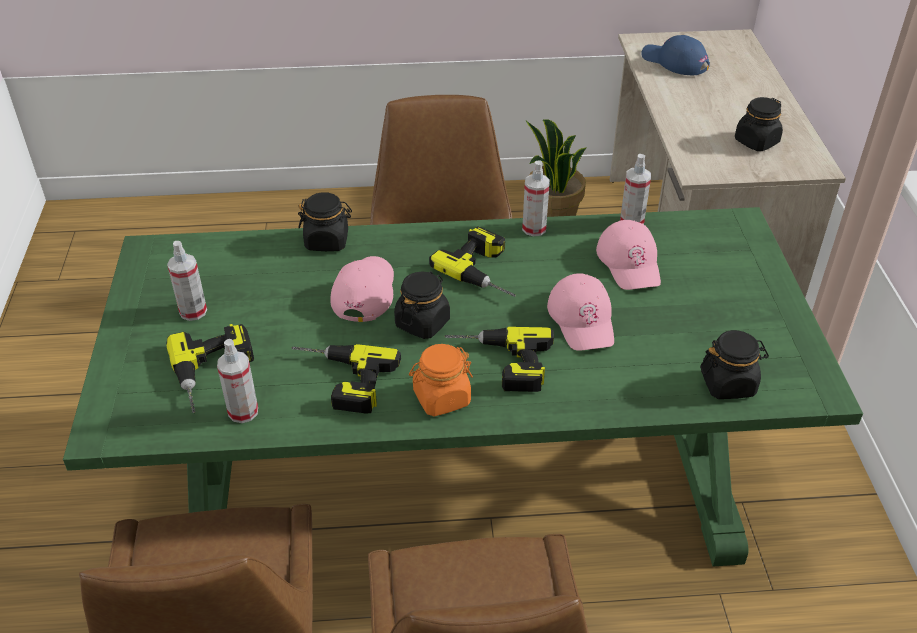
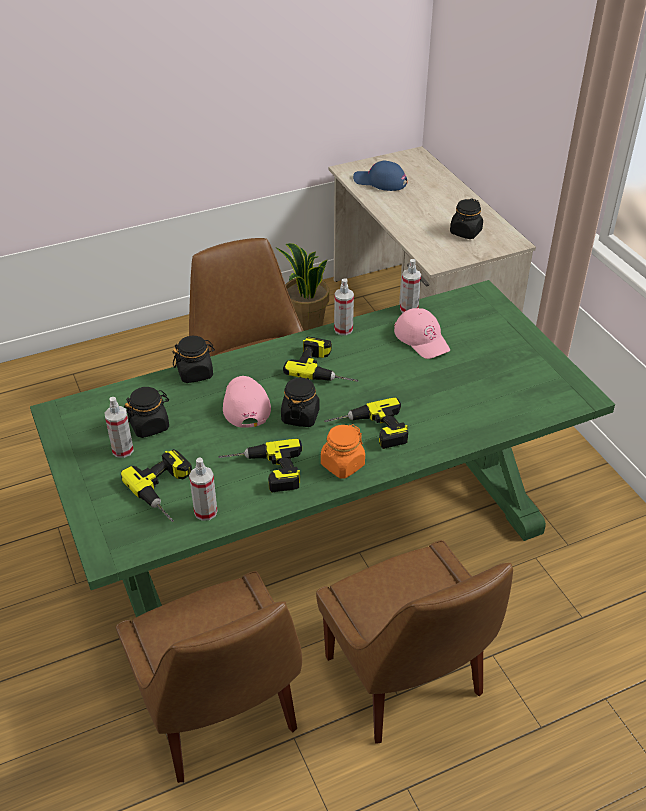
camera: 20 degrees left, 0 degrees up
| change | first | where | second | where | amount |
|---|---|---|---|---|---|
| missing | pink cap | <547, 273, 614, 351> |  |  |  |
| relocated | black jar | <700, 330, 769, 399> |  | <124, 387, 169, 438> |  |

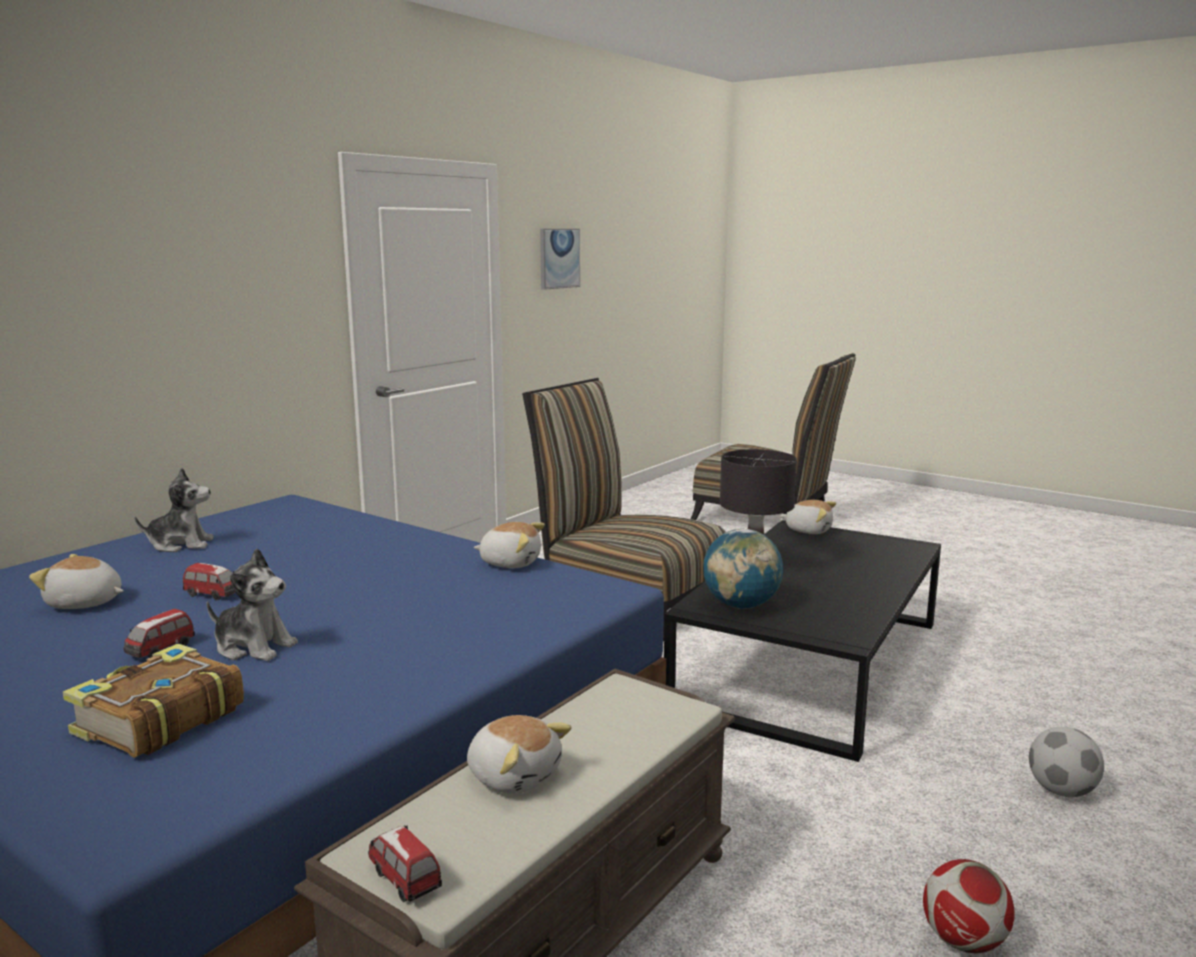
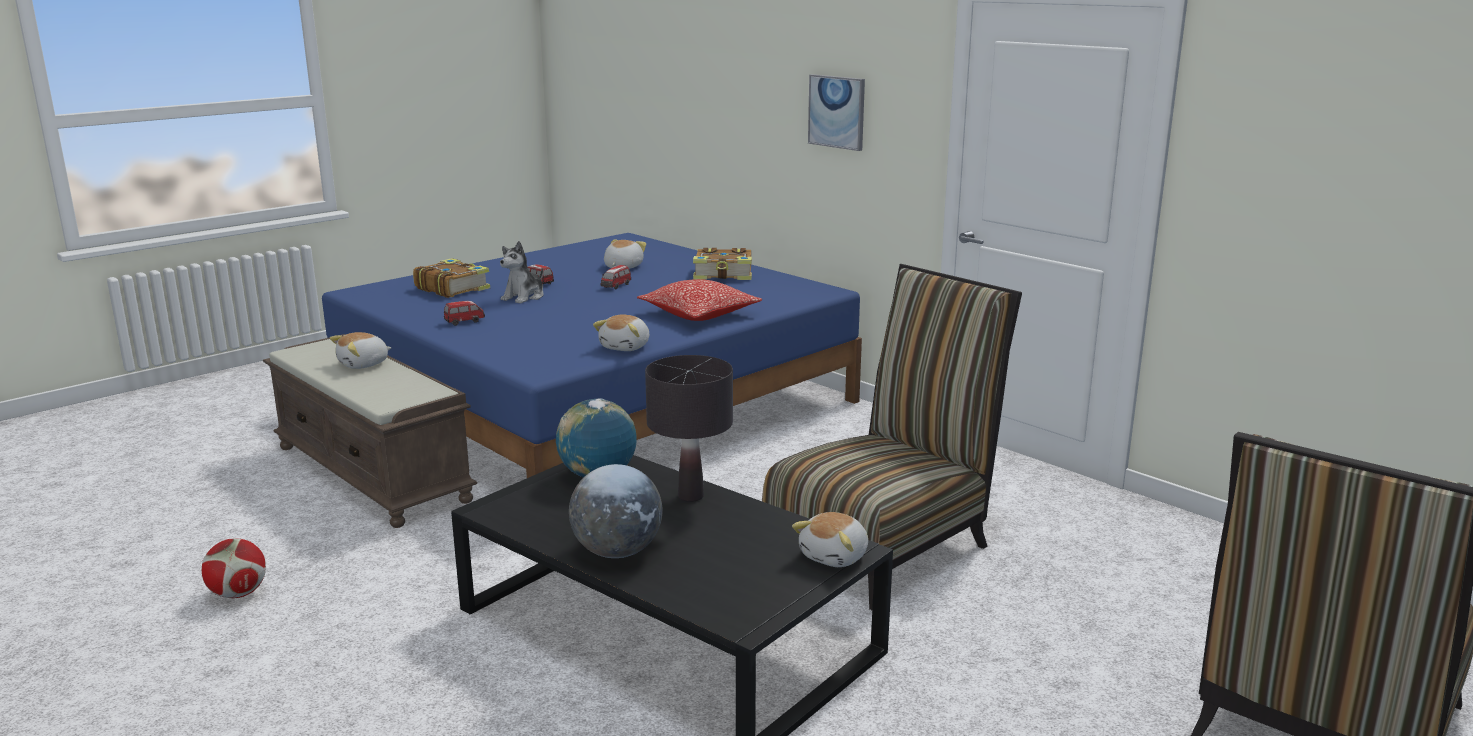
camera: 100 degrees right, 5 degrees up
| change | first | where | second | where | amount |
|---|---|---|---|---|---|
| missing | football | <1029, 727, 1104, 797> |  |  |  |
| appeared |  |  | globe | <569, 464, 663, 558> |  |
| appeared |  |  | pillow | <637, 279, 762, 321> |  |
| relocated | toy car | <368, 826, 442, 902> |  | <444, 301, 485, 326> |  |
| relocated | picture | <540, 229, 580, 290> |  | <808, 74, 865, 151> |  |
| exchanged | plush toy | <134, 468, 214, 552> | book | <693, 248, 752, 280> |  |

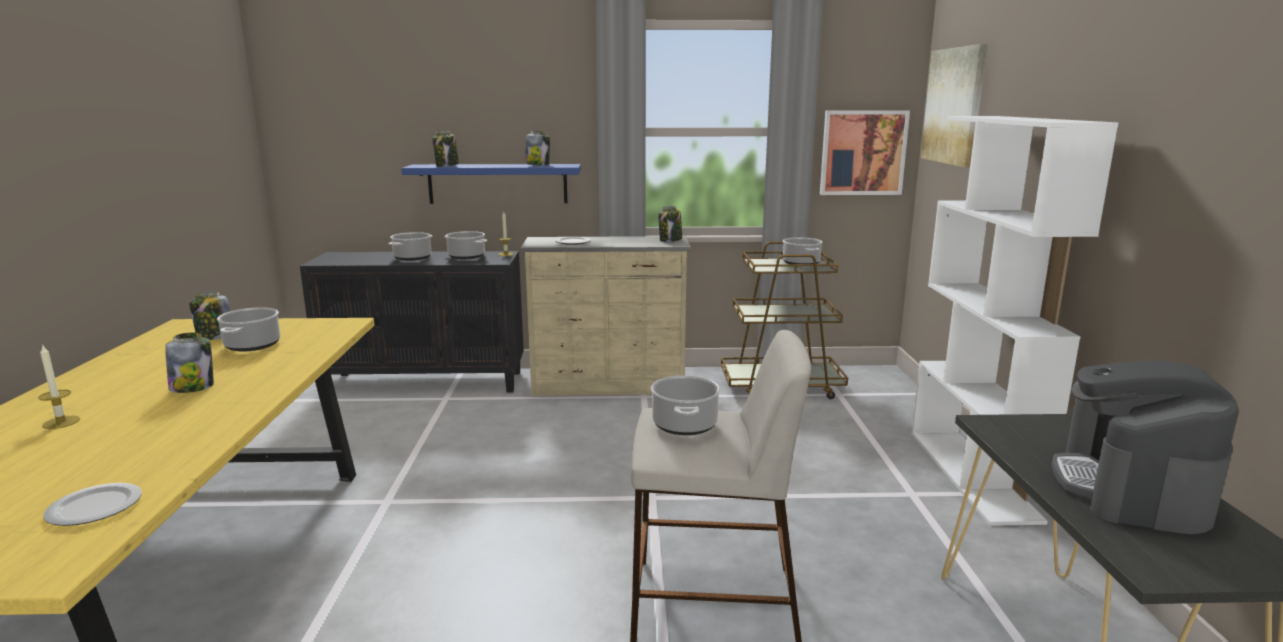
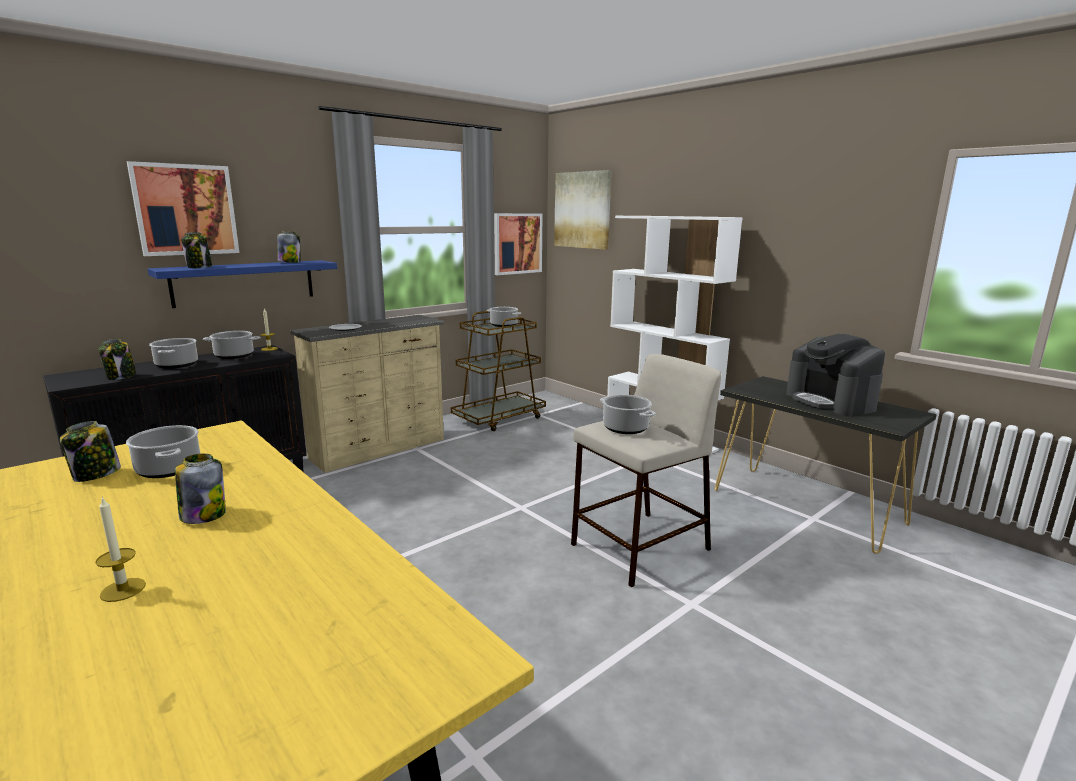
camera: 40 degrees left, 0 degrees up
| change | first | where | second | where | amount |
|---|---|---|---|---|---|
| missing | plate | <43, 483, 142, 526> |  |  |  |
| appeared |  |  | picture | <127, 161, 239, 256> |  |
| relocated | jar | <658, 206, 682, 242> |  | <99, 339, 136, 380> |  |

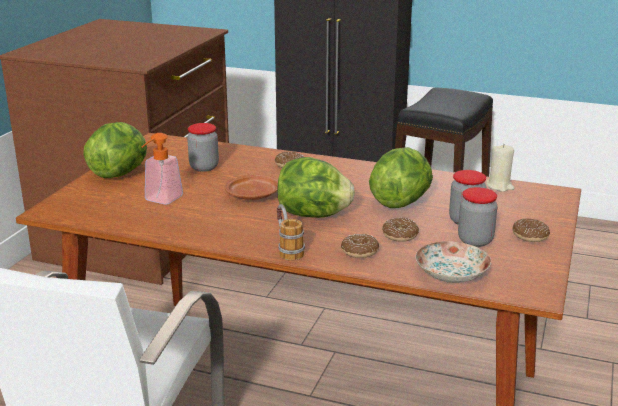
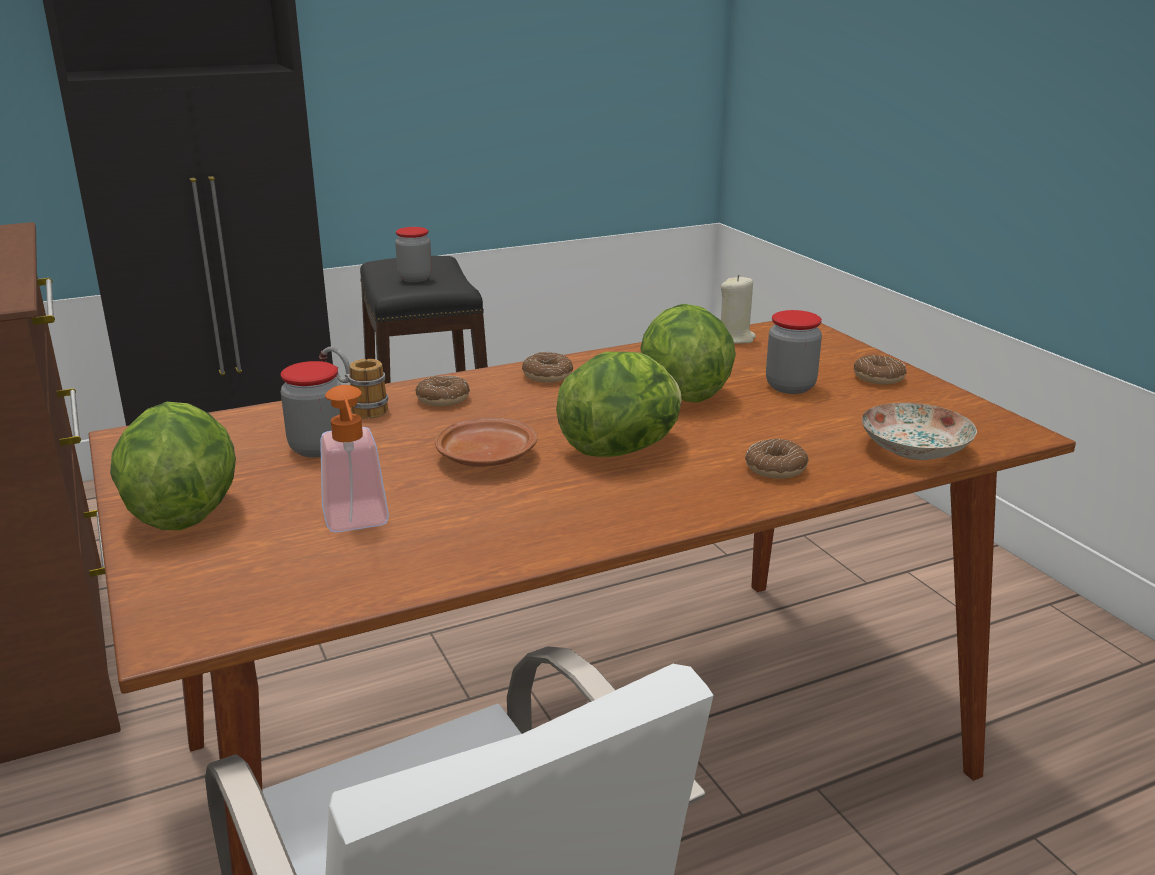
camera: 45 degrees left, 0 degrees up
| change | first | where | second | where | amount |
|---|---|---|---|---|---|
| relocated | mug | <276, 204, 305, 261> |  | <319, 347, 388, 419> |  |
| relocated | donut | <382, 218, 419, 242> |  | <522, 352, 573, 383> |  |
| relocated | jar | <458, 187, 498, 247> |  | <395, 227, 432, 282> |  |

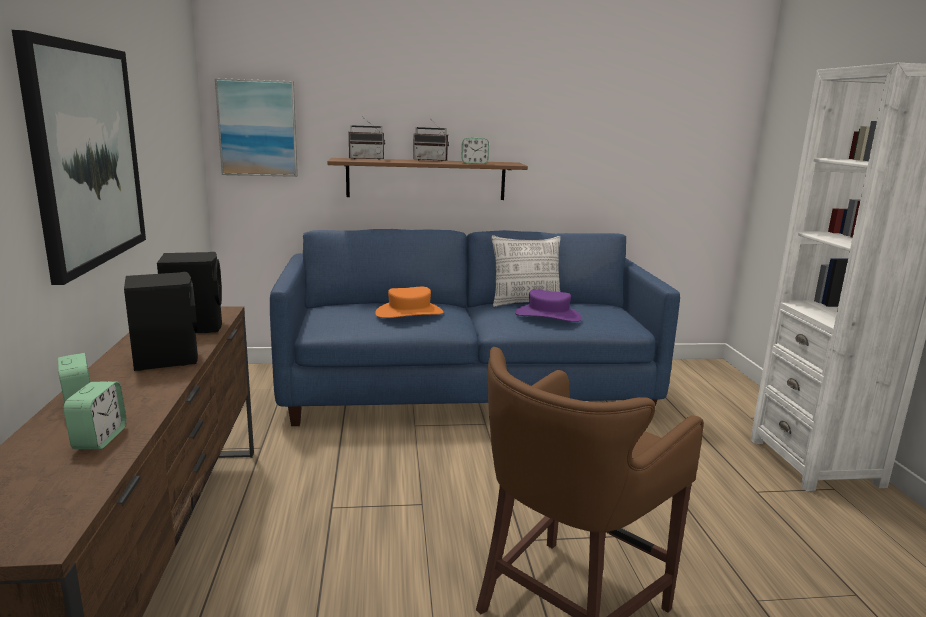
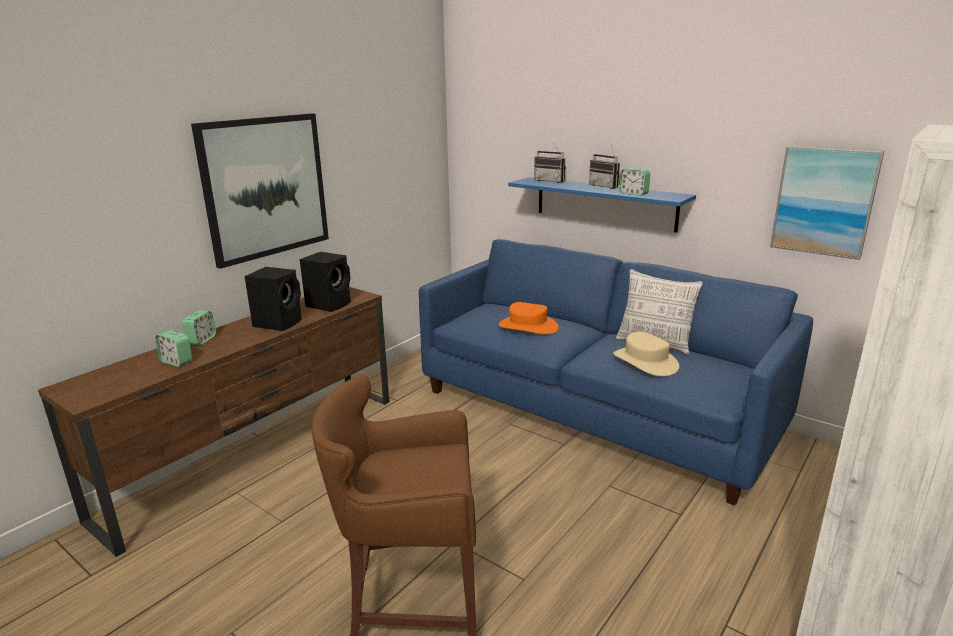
camera: 45 degrees right, 5 degrees up
| change | first | where | second | where | amount |
|---|---|---|---|---|---|
| relocated | picture | <215, 78, 298, 177> |  | <770, 145, 884, 260> |  |
| colour | brown shelf | <327, 158, 528, 200> | blue shelf | <508, 177, 696, 232> |  |
| colour | purple hat | <515, 289, 582, 322> | beige hat | <613, 332, 679, 376> |  |
| spun | alarm clock | <63, 381, 127, 449> |  | <155, 330, 192, 367> | 75 degrees clockwise |

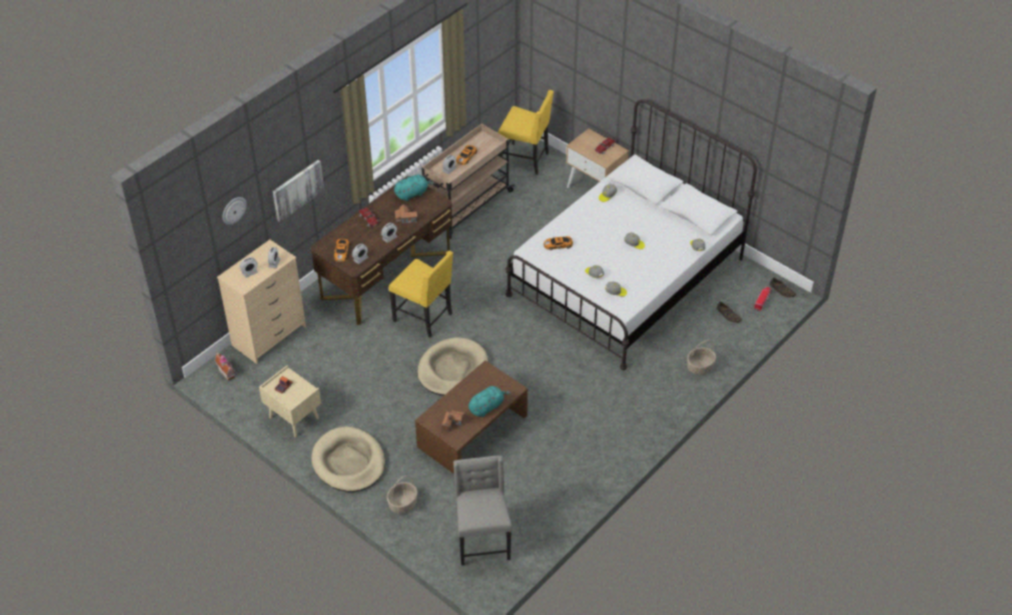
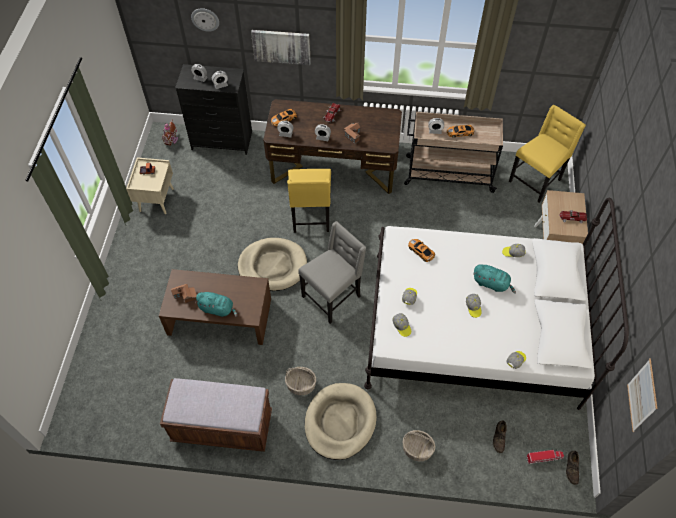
camera: 55 degrees right, 10 degrees up
| change | first | where | second | where | amount |
|---|---|---|---|---|---|
| appeared |  |  | brown bench | <160, 378, 272, 452> |  |
| appeared |  |  | picture | <627, 358, 657, 432> |  |
| relocated | beige dog bed | <311, 426, 385, 492> |  | <305, 383, 377, 460> |  |
| relocated | basket | <387, 475, 418, 514> |  | <285, 367, 316, 395> |  |
| relocated | turquoise plush toy | <394, 175, 435, 201> |  | <474, 264, 516, 294> |  |
| relocated | grey chair | <453, 455, 512, 566> |  | <298, 221, 366, 324> |  |
| colour | beige dresser | <217, 240, 306, 364> | black dresser | <175, 64, 252, 155> |  |
| spun | yellow chair | <498, 90, 554, 175> |  | <509, 105, 586, 203> | 120 degrees counterclockwise |

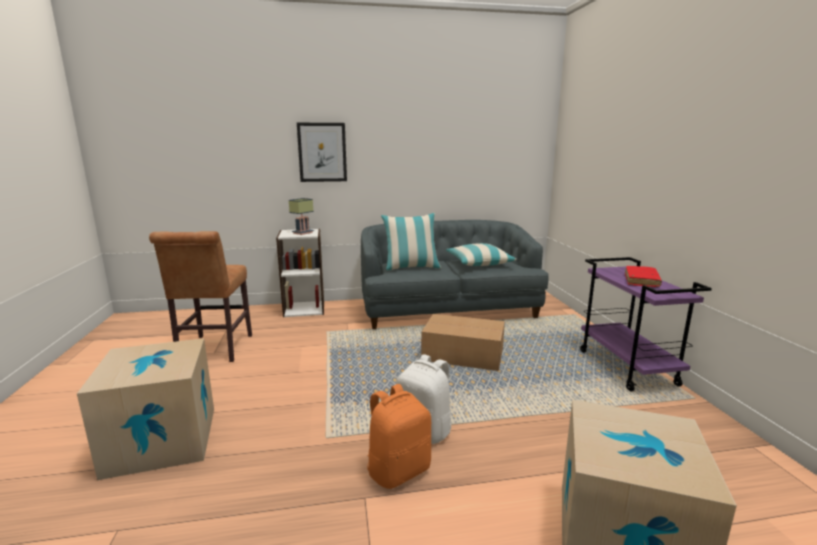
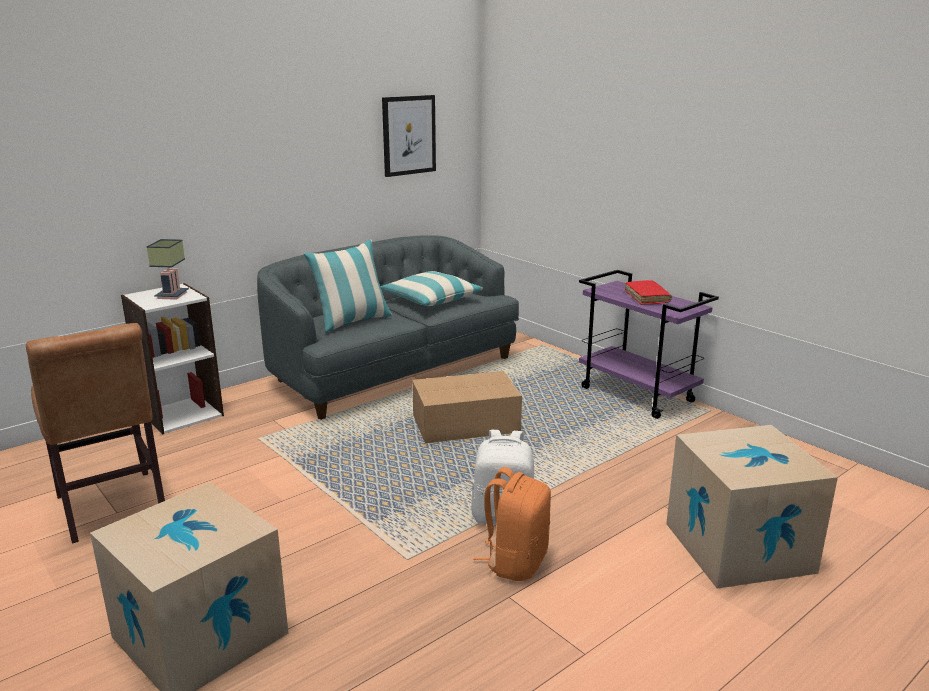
camera: 30 degrees left, 5 degrees up
| change | first | where | second | where | amount |
|---|---|---|---|---|---|
| relocated | picture | <297, 123, 347, 182> |  | <382, 95, 436, 177> |  |

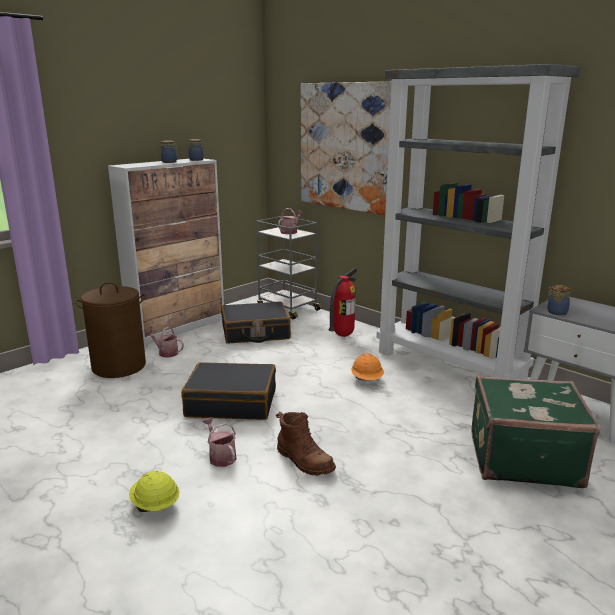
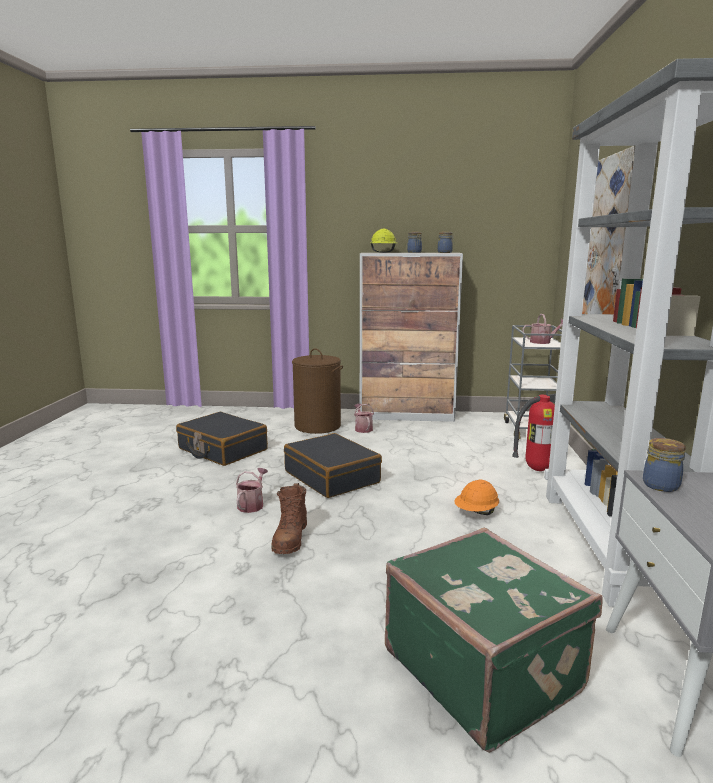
camera: 50 degrees right, 5 degrees down
| change | first | where | second | where | amount |
|---|---|---|---|---|---|
| relocated | yellow hard hat | <129, 471, 179, 512> |  | <371, 229, 397, 253> |  |
| relocated | black suitcase | <221, 301, 291, 344> |  | <176, 412, 268, 466> |  |

